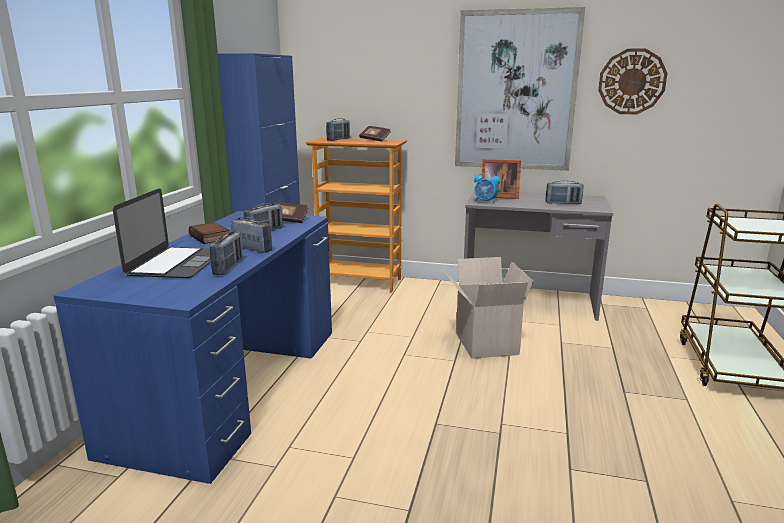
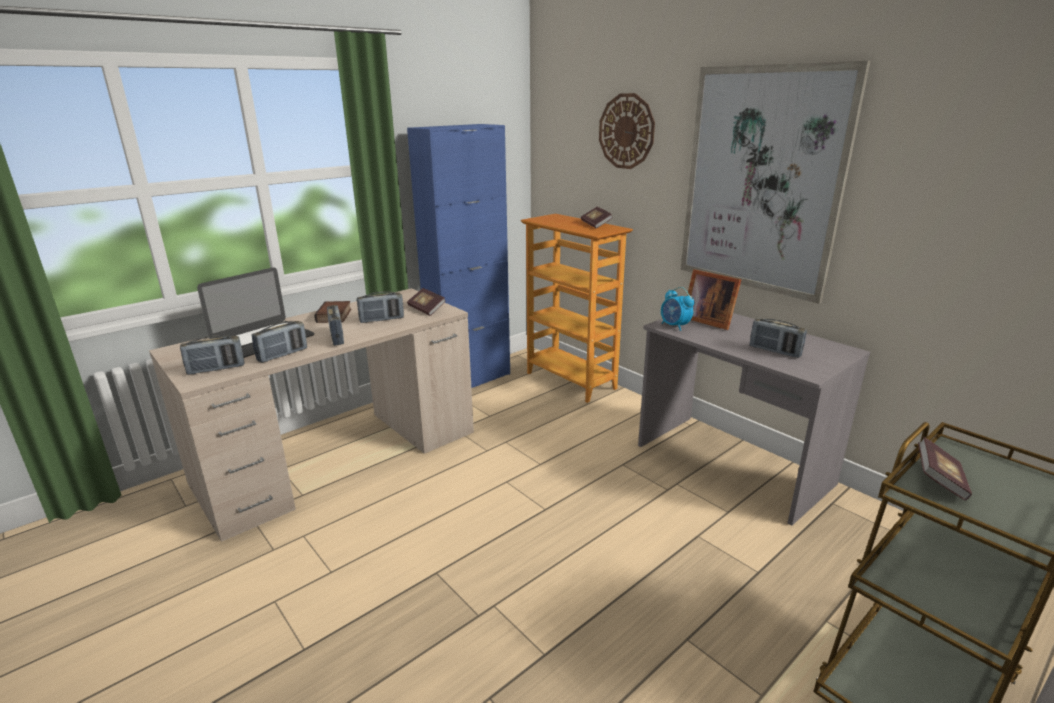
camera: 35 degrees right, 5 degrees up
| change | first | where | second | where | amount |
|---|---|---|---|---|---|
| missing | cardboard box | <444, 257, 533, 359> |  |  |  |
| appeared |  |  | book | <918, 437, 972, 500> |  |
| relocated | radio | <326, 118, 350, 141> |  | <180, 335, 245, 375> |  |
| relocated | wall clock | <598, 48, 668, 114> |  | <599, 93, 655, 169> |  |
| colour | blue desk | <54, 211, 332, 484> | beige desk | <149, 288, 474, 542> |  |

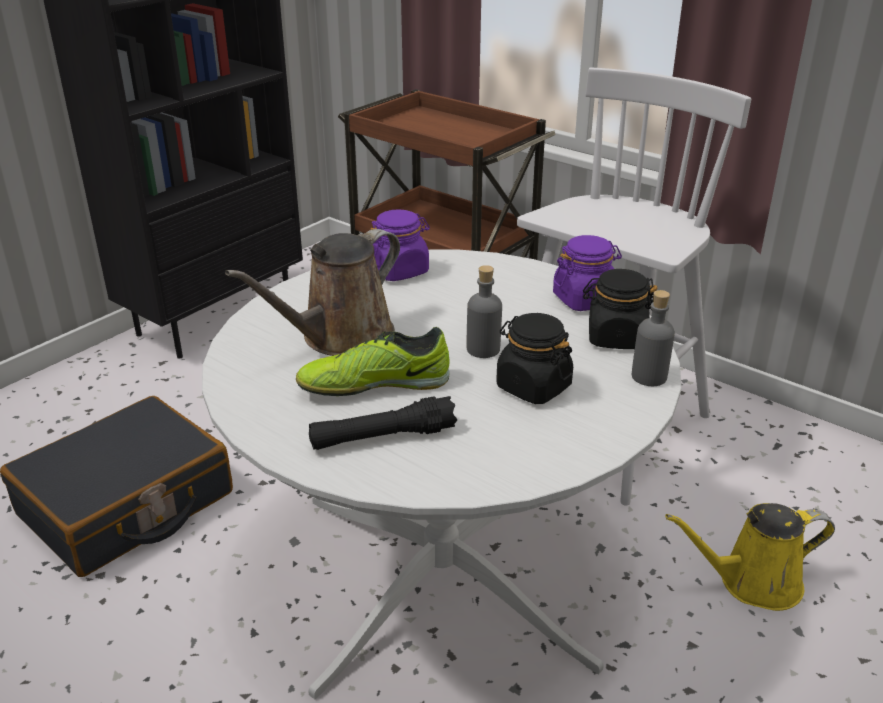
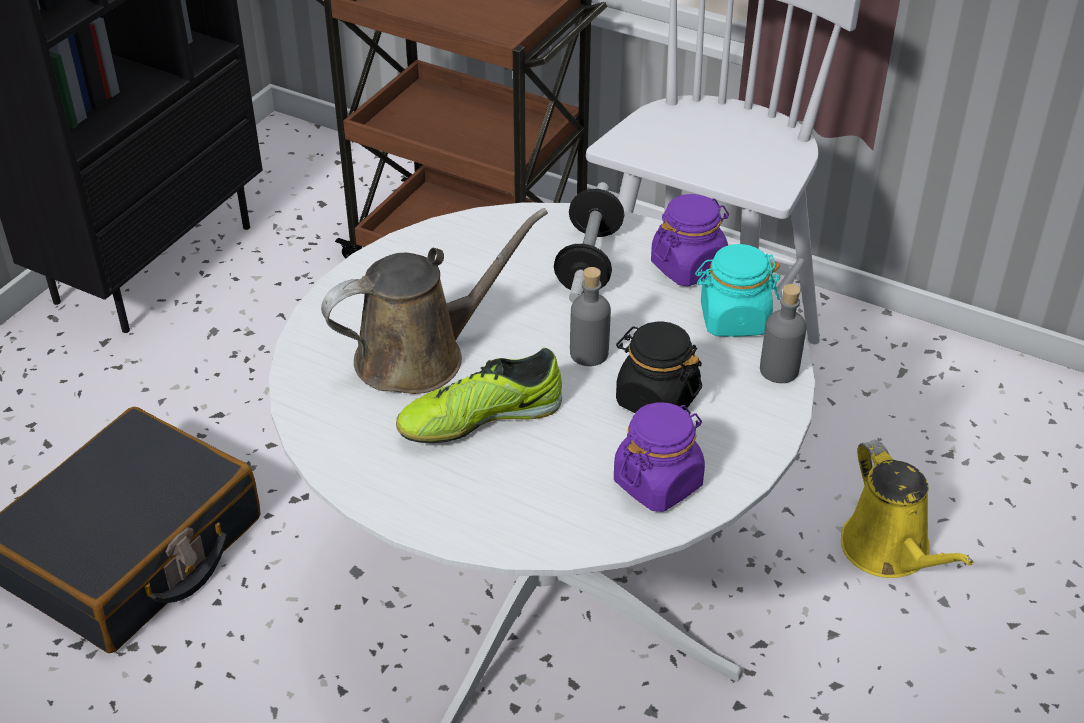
camera: 10 degrees left, 10 degrees up
| change | first | where | second | where | amount |
|---|---|---|---|---|---|
| missing | black flashlight | <309, 396, 457, 450> |  |  |  |
| appeared |  |  | dumbbell | <554, 182, 624, 303> |  |
| relocated | purple jar | <370, 210, 430, 281> |  | <614, 402, 705, 512> |  |
| colour | black jar | <583, 269, 658, 349> | turquoise jar | <695, 244, 780, 337> |  |
| spun | brown watering can | <225, 229, 400, 356> |  | <321, 208, 548, 394> | 150 degrees counterclockwise |
| spun | yellow watering can | <665, 503, 835, 611> |  | <841, 440, 974, 578> | 90 degrees counterclockwise |

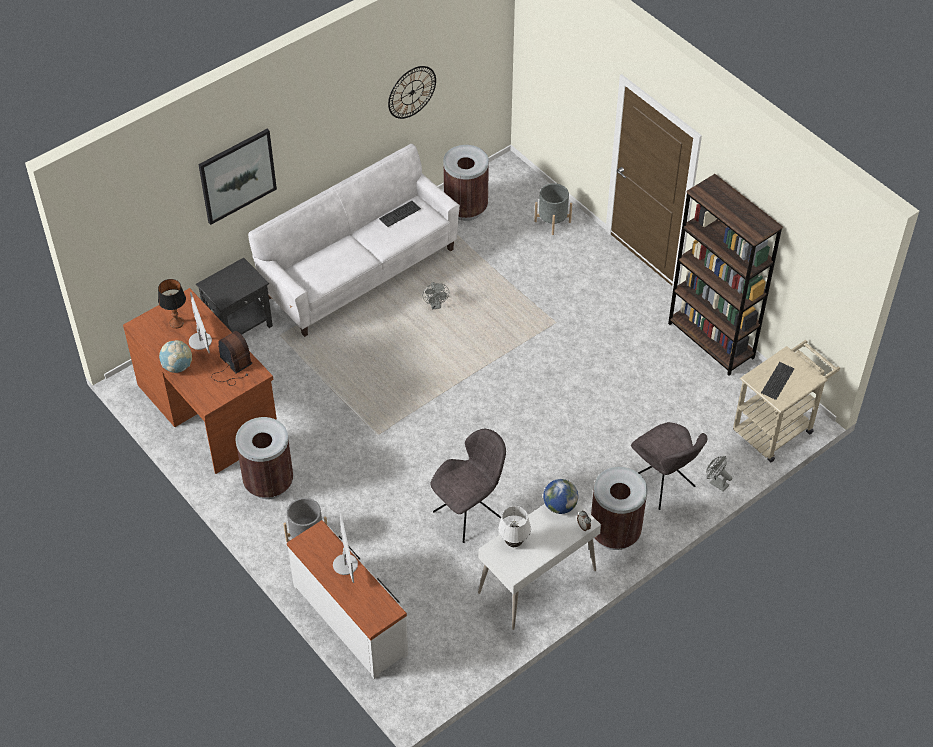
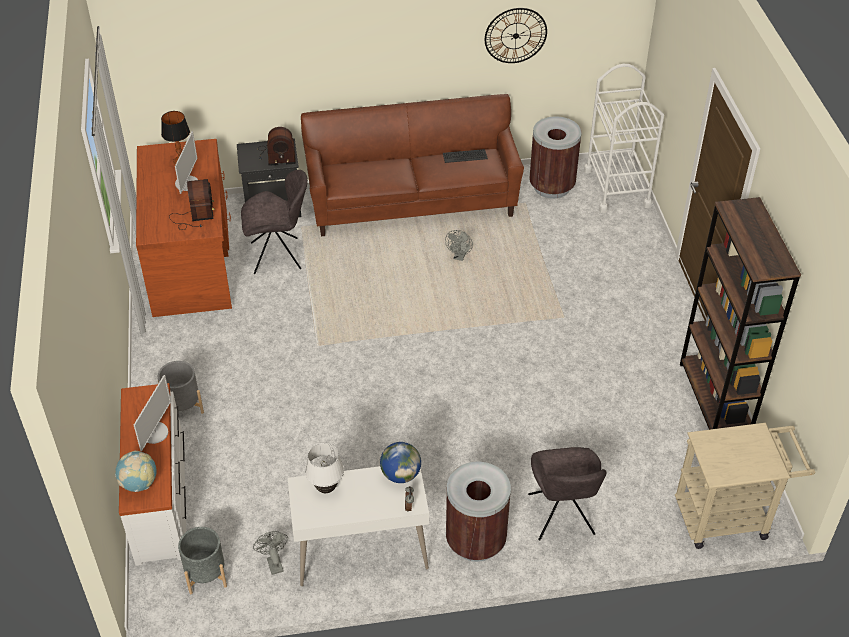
camera: 30 degrees right, 5 degrees down
| change | first | where | second | where | amount |
|---|---|---|---|---|---|
| missing | picture | <198, 129, 277, 225> |  |  |  |
| missing | brown trash can | <236, 417, 293, 499> |  |  |  |
| missing | keyboard | <761, 362, 795, 400> |  |  |  |
| appeared |  |  | radio | <258, 127, 296, 166> |  |
| appeared |  |  | white cart | <584, 64, 664, 213> |  |
| relocated | globe | <159, 340, 192, 373> |  | <115, 451, 157, 492> |  |
| relocated | grey chair | <431, 429, 506, 543> |  | <241, 170, 308, 274> |  |
| relocated | grey planter | <534, 183, 572, 235> |  | <178, 527, 227, 594> |  |
| relocated | grey fan | <706, 456, 733, 492> |  | <253, 531, 288, 575> |  |
| colour | white sofa | <248, 144, 460, 337> | brown sofa | <301, 94, 524, 236> |  |

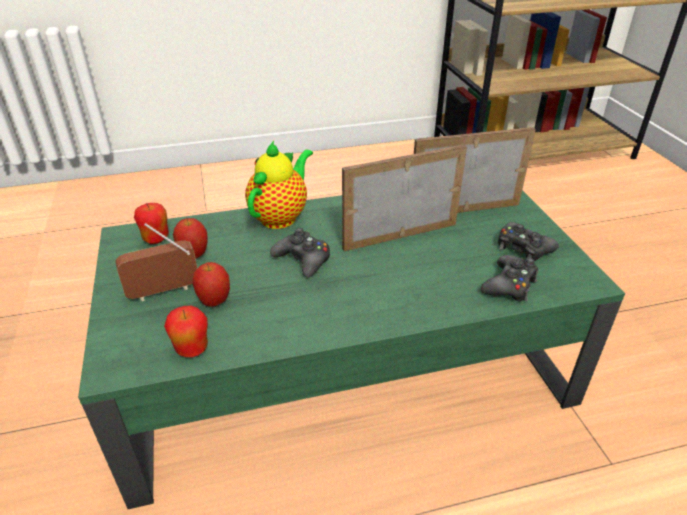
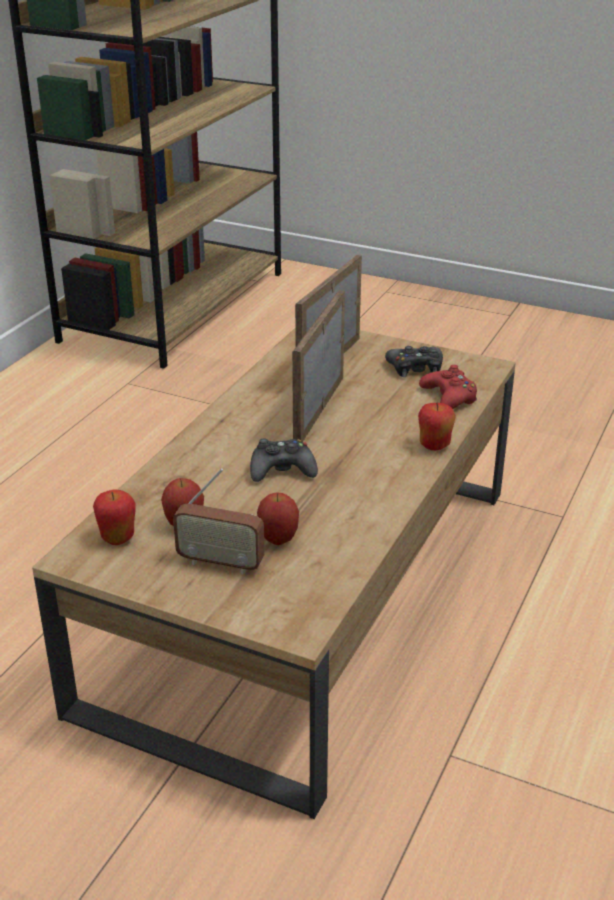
camera: 50 degrees left, 5 degrees down
| change | first | where | second | where | amount |
|---|---|---|---|---|---|
| missing | teapot | <245, 141, 313, 229> |  |  |  |
| relocated | apple | <164, 306, 208, 357> |  | <418, 403, 456, 450> |  |
| colour | green coffee table | <78, 190, 625, 509> | brown coffee table | <32, 328, 516, 819> |  |
| colour | black game controller | <481, 255, 538, 302> | red game controller | <419, 365, 477, 409> |  |
| spun | radio | <116, 223, 197, 302> |  | <173, 468, 264, 574> | 90 degrees counterclockwise |

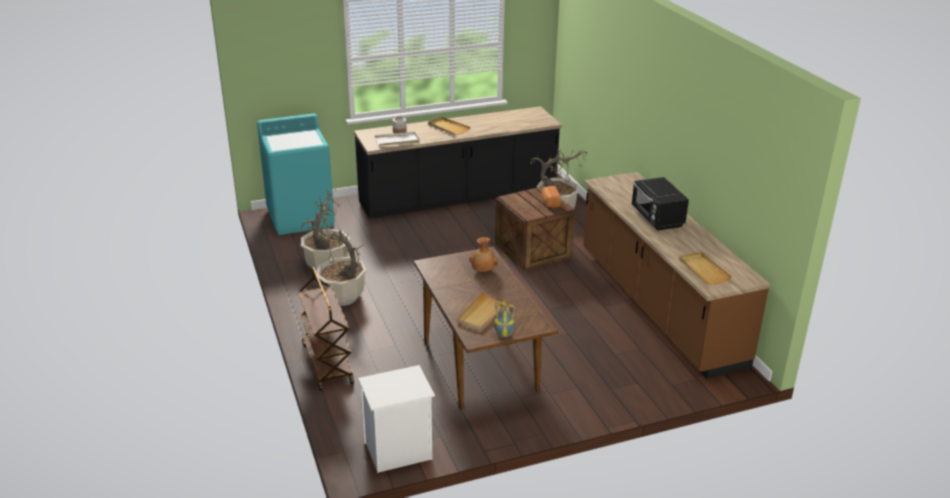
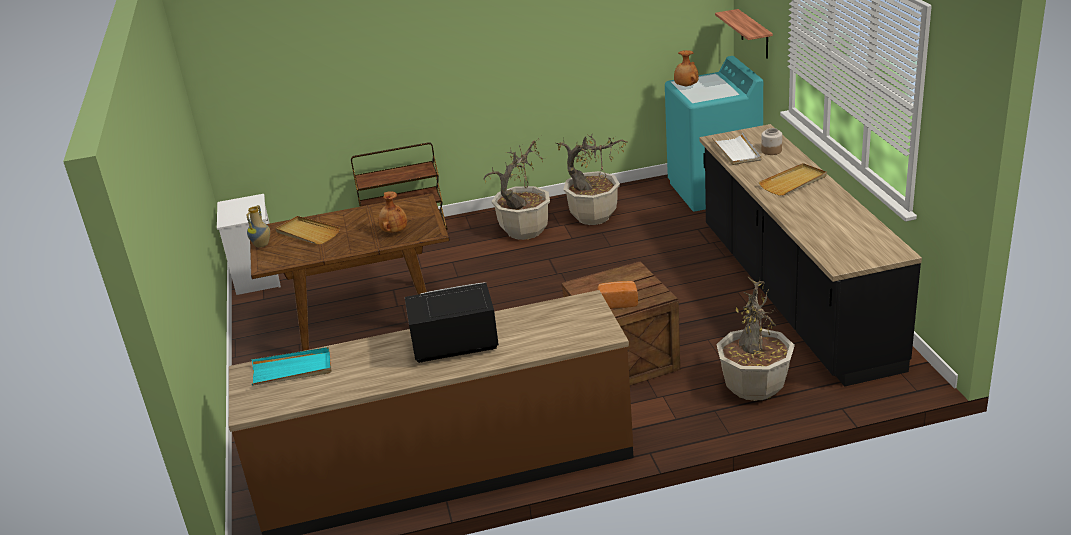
camera: 100 degrees right, 0 degrees up
| change | first | where | second | where | amount |
|---|---|---|---|---|---|
| appeared |  |  | brown vase | <674, 50, 699, 86> |  |
| appeared |  |  | shelf | <715, 9, 773, 59> |  |
| colour | beige tray | <679, 252, 732, 285> | turquoise tray | <252, 347, 332, 386> |  |

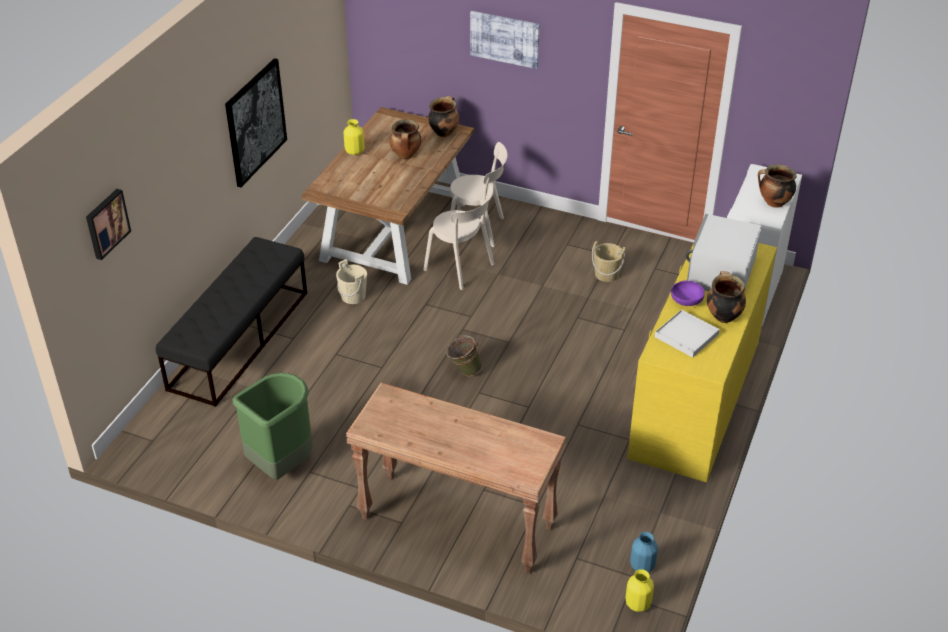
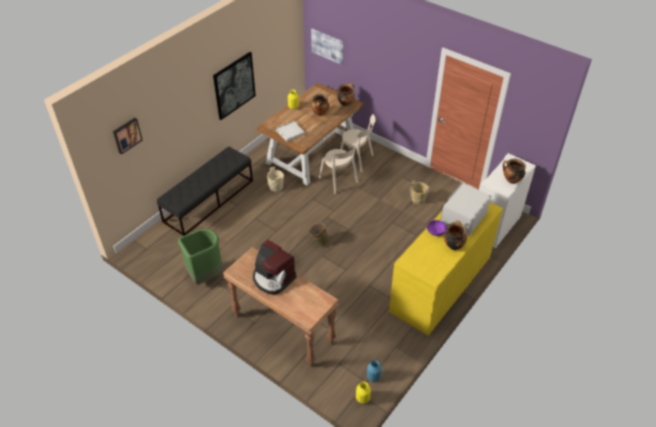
camera: 15 degrees right, 5 degrees up
| change | first | where | second | where | amount |
|---|---|---|---|---|---|
| appeared |  |  | coffee machine | <253, 240, 296, 295> |  |
| relocated | picture | <470, 11, 540, 69> |  | <311, 29, 343, 65> |  |
| relocated | white tray | <655, 309, 720, 358> |  | <276, 121, 305, 142> |  |

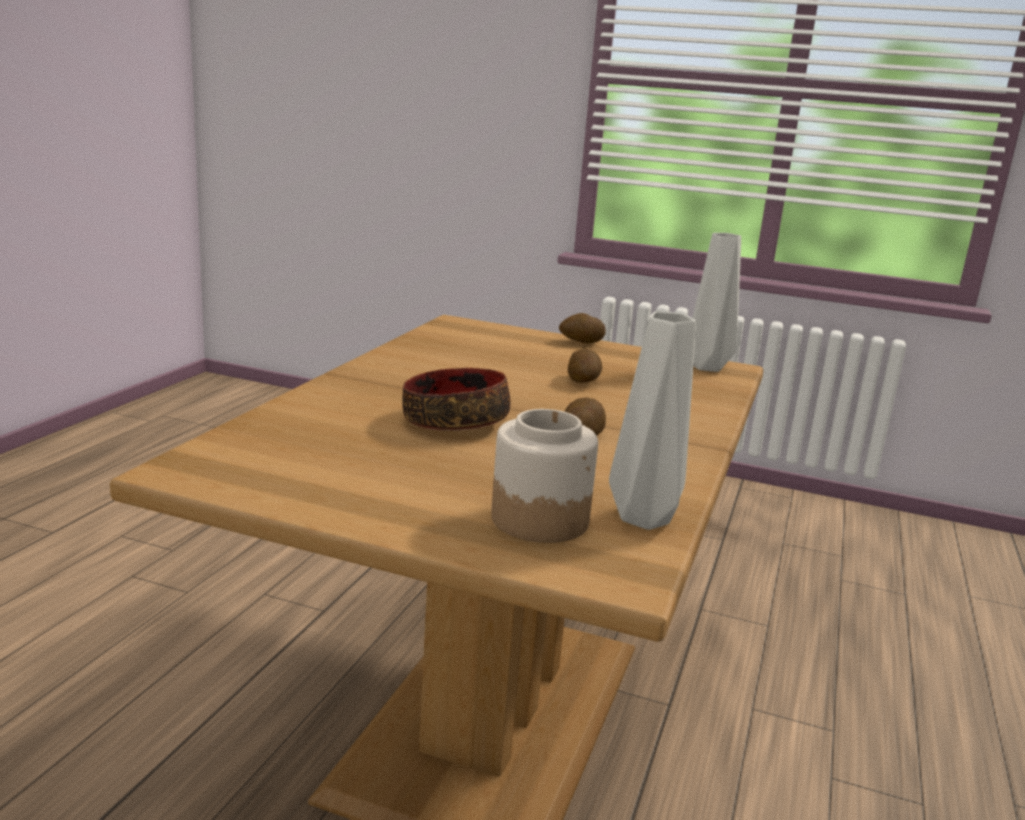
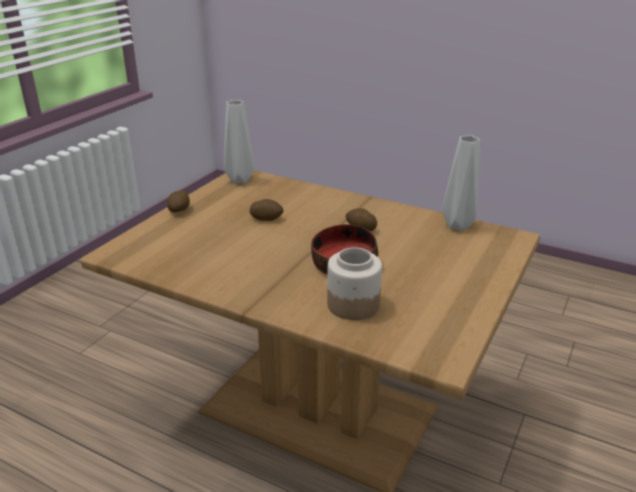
camera: 80 degrees left, 10 degrees up
| change | first | where | second | where | amount |
|---|---|---|---|---|---|
| relocated | jar | <491, 409, 598, 543> |  | <327, 247, 382, 320> |  |

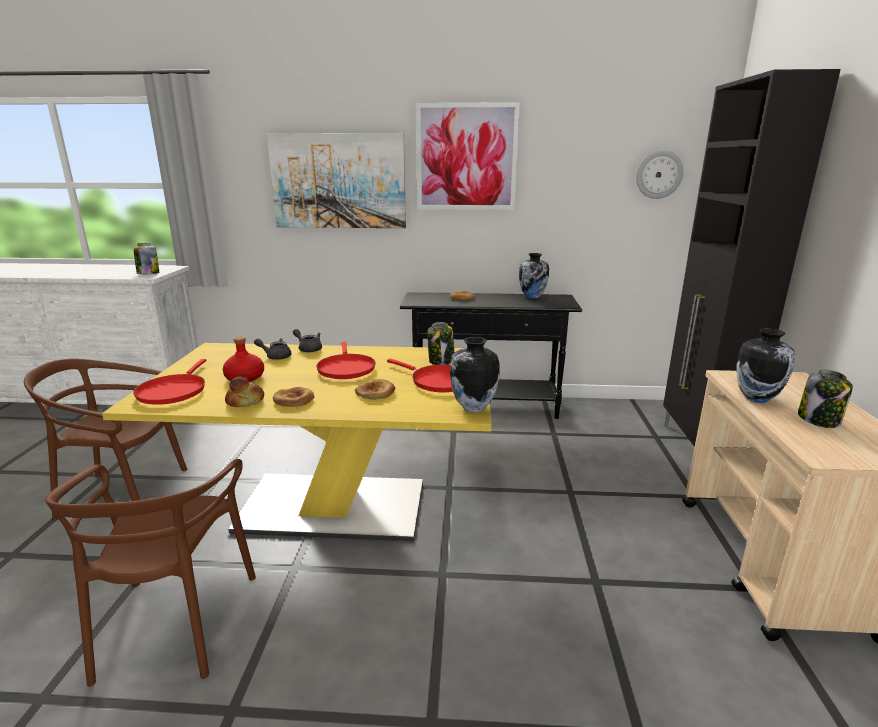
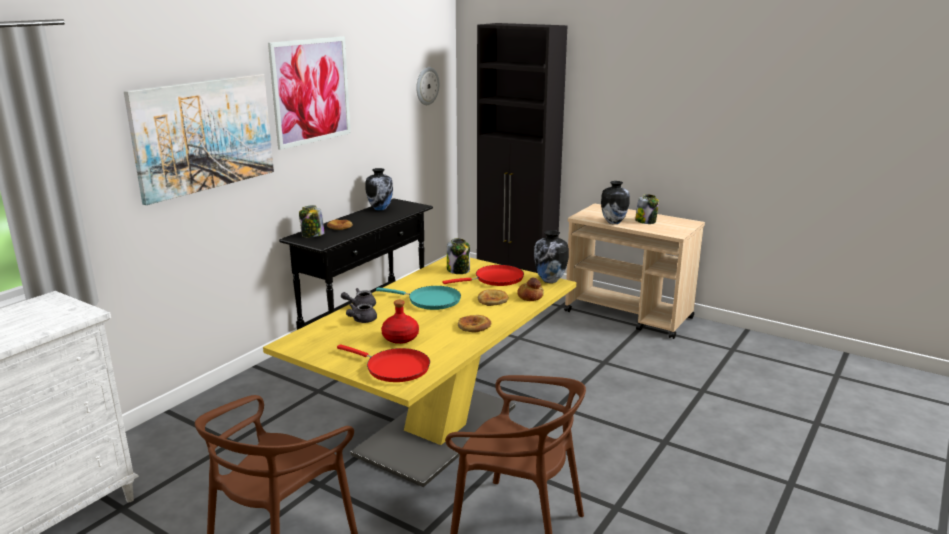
camera: 60 degrees left, 0 degrees up
| change | first | where | second | where | amount |
|---|---|---|---|---|---|
| relocated | jar | <133, 243, 159, 274> |  | <299, 205, 325, 237> |  |
| relocated | bread | <225, 377, 264, 407> |  | <517, 277, 544, 301> |  |
| colour | red frying pan | <316, 342, 376, 379> | turquoise frying pan | <376, 286, 461, 310> |  |

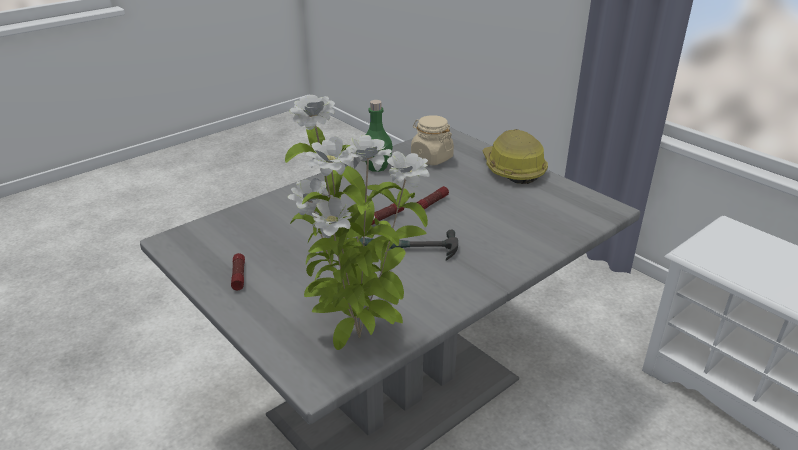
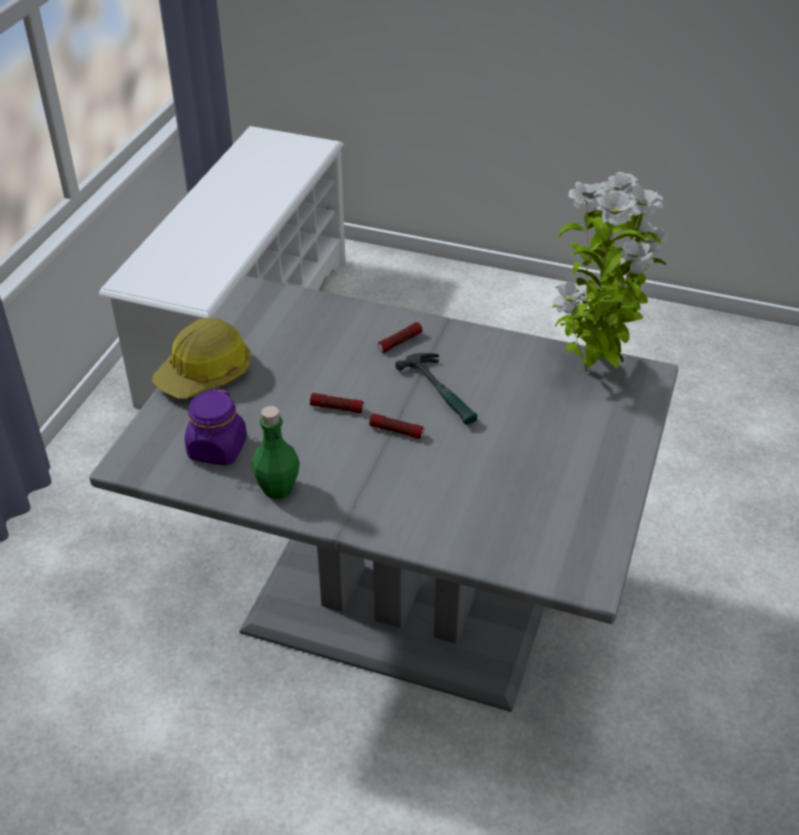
camera: 120 degrees left, 10 degrees up
| change | first | where | second | where | amount |
|---|---|---|---|---|---|
| relocated | flashlight | <231, 253, 245, 290> |  | <378, 322, 422, 353> |  |
| colour | beige jar | <411, 115, 454, 165> | purple jar | <185, 388, 247, 465> |  |

